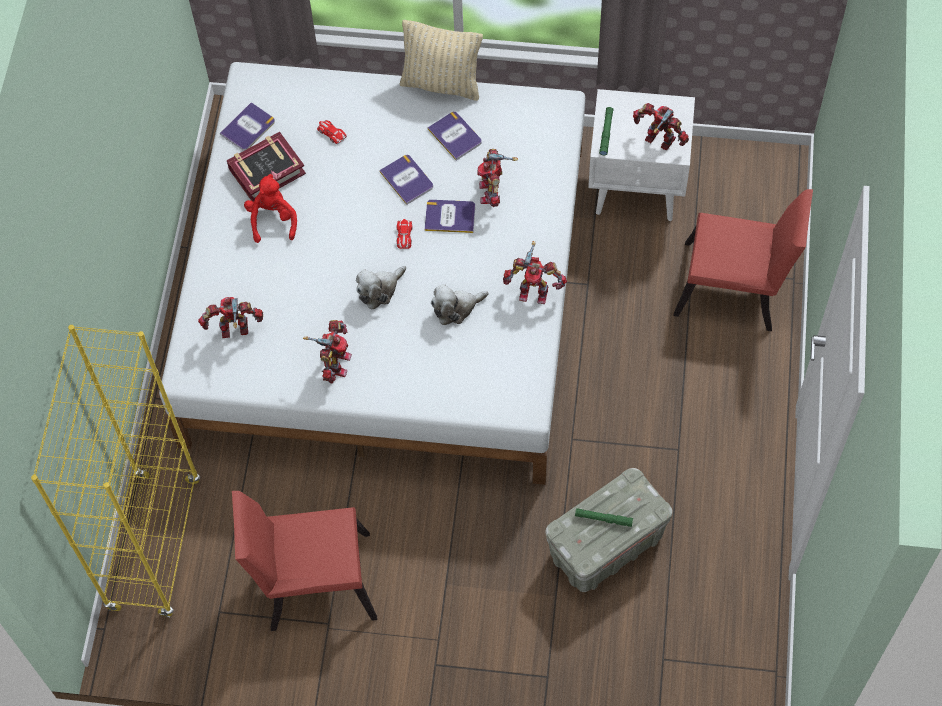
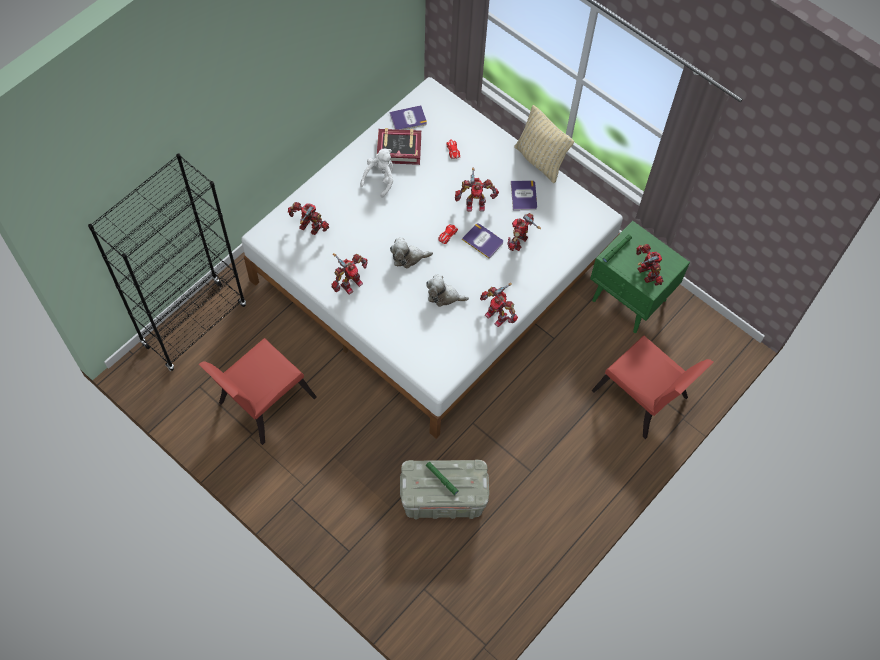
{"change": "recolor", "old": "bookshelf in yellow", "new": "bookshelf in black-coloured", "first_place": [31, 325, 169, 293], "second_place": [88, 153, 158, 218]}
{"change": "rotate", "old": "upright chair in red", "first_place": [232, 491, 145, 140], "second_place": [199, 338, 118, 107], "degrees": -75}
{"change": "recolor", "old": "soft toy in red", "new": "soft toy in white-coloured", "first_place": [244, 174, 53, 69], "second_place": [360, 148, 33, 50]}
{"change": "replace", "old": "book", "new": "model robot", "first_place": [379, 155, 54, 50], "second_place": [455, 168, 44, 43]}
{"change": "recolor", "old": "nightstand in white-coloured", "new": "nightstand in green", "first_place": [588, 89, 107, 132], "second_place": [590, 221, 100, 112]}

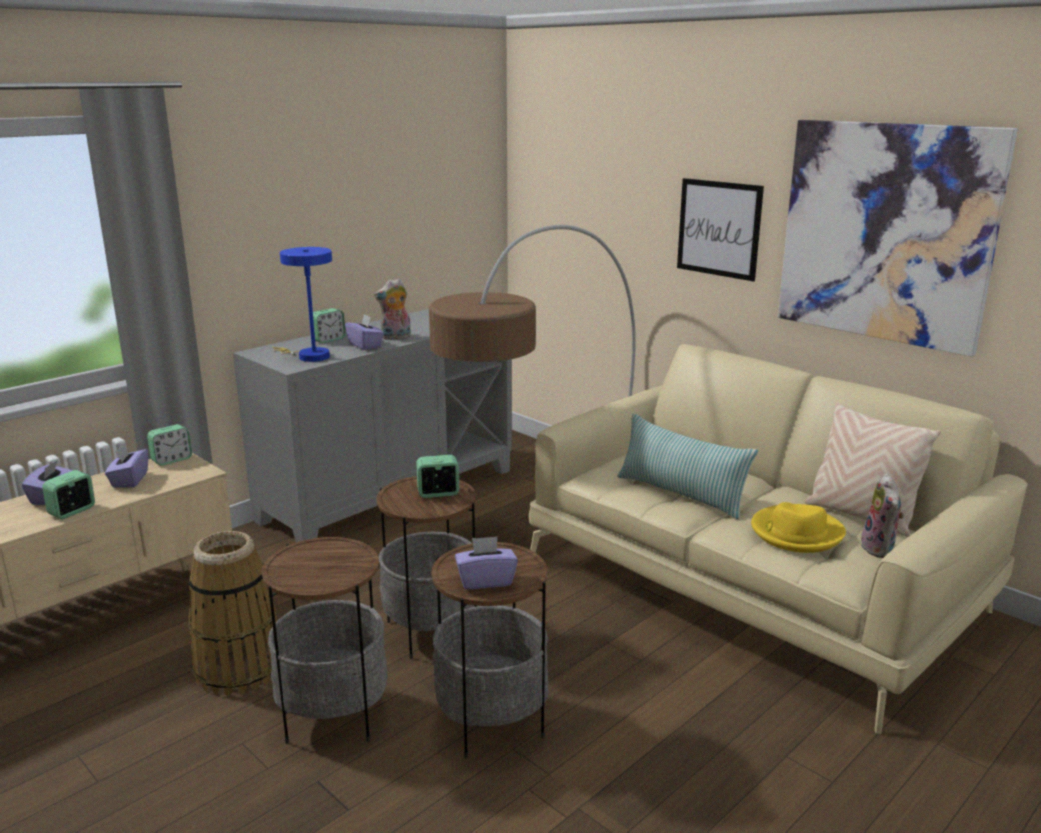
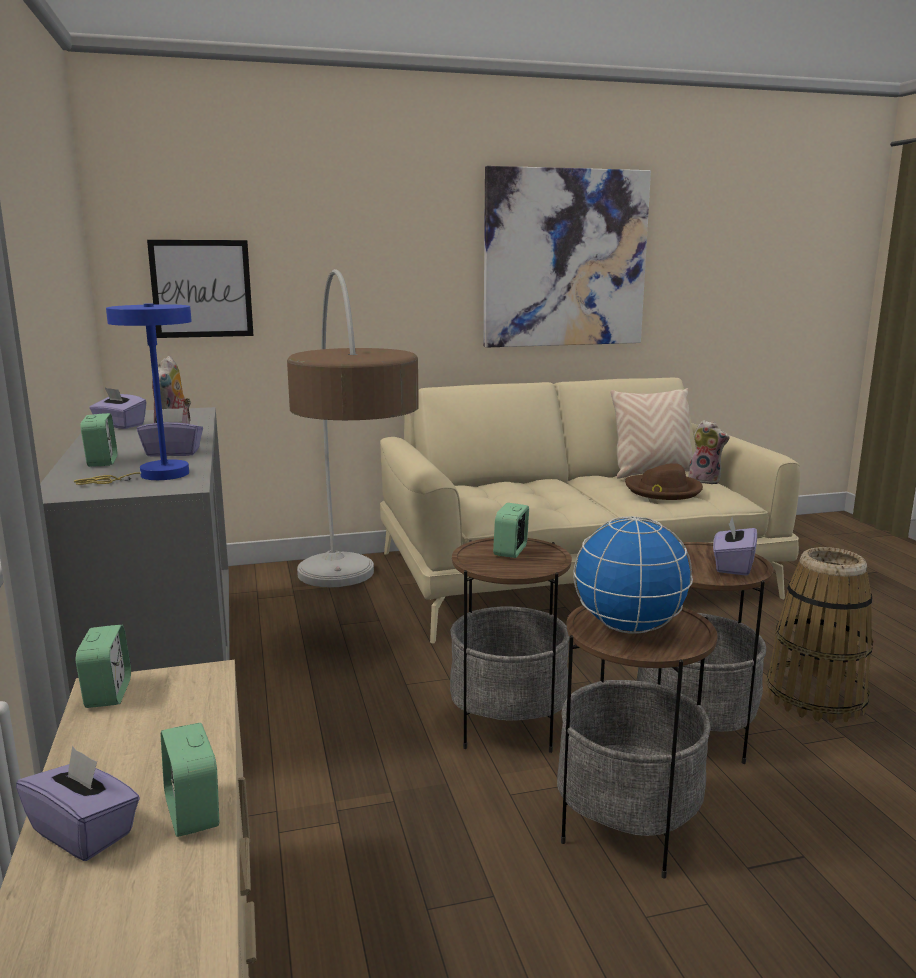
{"change": "move", "old": "tissue box in purple", "first_place": [105, 444, 43, 44], "second_place": [89, 387, 58, 42]}
{"change": "move", "old": "picture", "first_place": [677, 178, 87, 103], "second_place": [147, 240, 107, 98]}
{"change": "insert", "new": "world globe", "second_place": [573, 516, 120, 118]}
{"change": "recolor", "old": "hat in yellow", "new": "hat in brown", "first_place": [751, 502, 95, 51], "second_place": [625, 463, 78, 37]}
{"change": "move", "old": "basket", "first_place": [188, 531, 90, 164], "second_place": [766, 547, 107, 176]}
{"change": "delete", "old": "cushion", "first_place": [617, 414, 141, 106]}

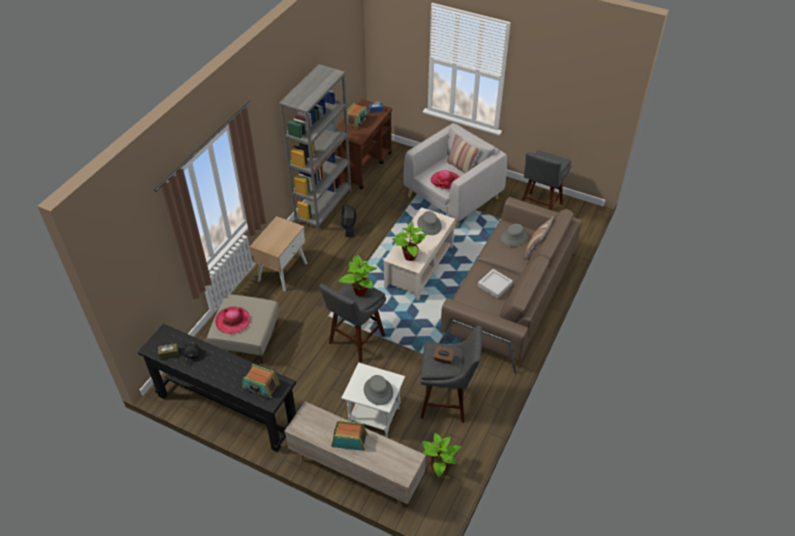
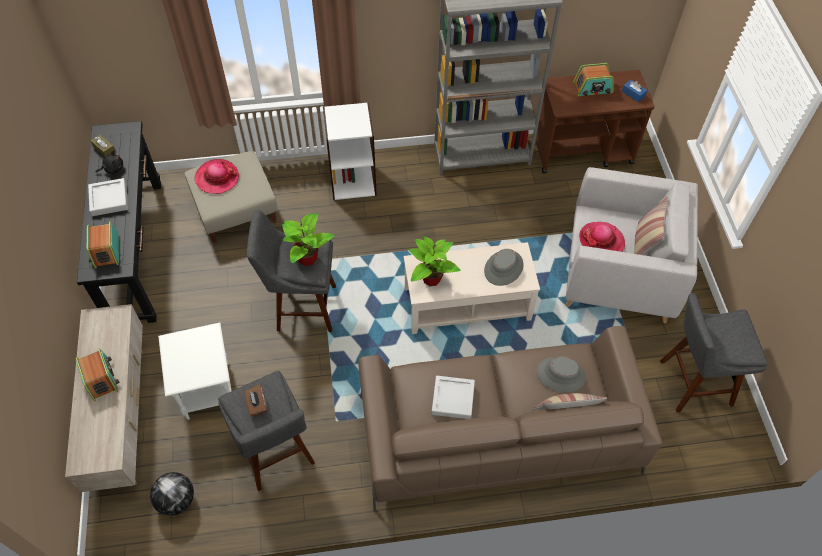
{"change": "insert", "new": "tray in gray", "second_place": [88, 178, 40, 38]}
{"change": "replace", "old": "potted plant", "new": "world globe", "first_place": [422, 433, 39, 44], "second_place": [150, 472, 44, 44]}
{"change": "replace", "old": "nightstand in beige-coloured", "new": "bookshelf in white-coloured", "first_place": [249, 216, 58, 76], "second_place": [323, 102, 54, 98]}
{"change": "delete", "old": "cooling fan in black-coloured", "first_place": [341, 205, 15, 32]}
{"change": "delete", "old": "hat in gray", "first_place": [364, 375, 29, 30]}

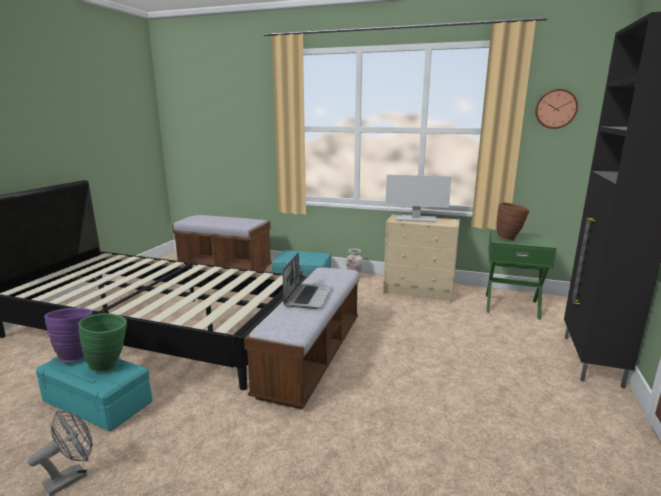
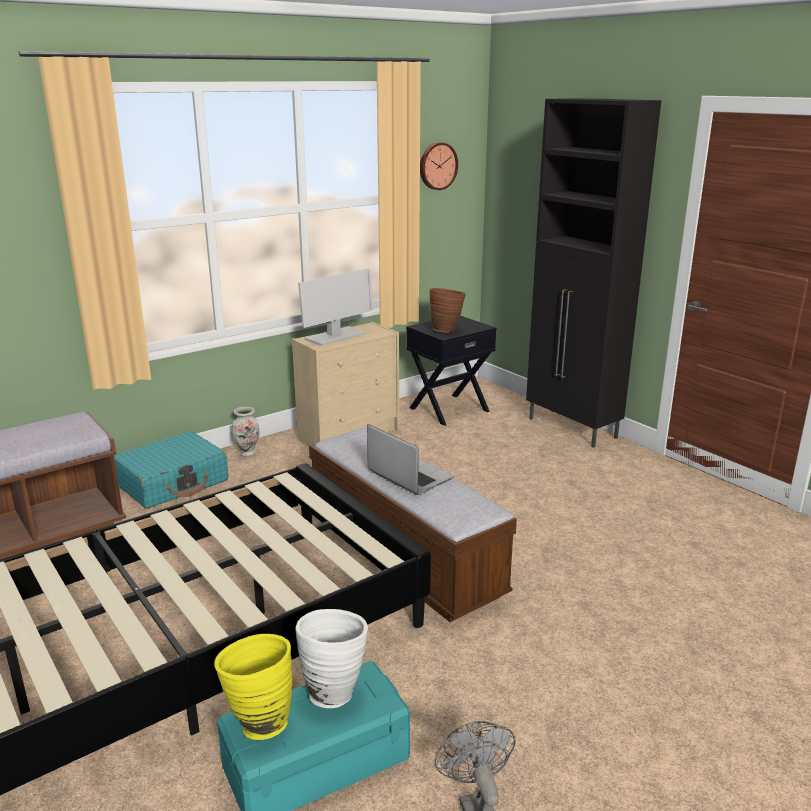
{"change": "recolor", "old": "decorative vase in purple", "new": "decorative vase in yellow", "first_place": [44, 308, 49, 54], "second_place": [214, 634, 79, 106]}
{"change": "recolor", "old": "decorative vase in green", "new": "decorative vase in white-coloured", "first_place": [79, 313, 48, 59], "second_place": [295, 609, 73, 99]}
{"change": "recolor", "old": "nightstand in green", "new": "nightstand in black-coloured", "first_place": [486, 230, 71, 90], "second_place": [406, 315, 90, 111]}

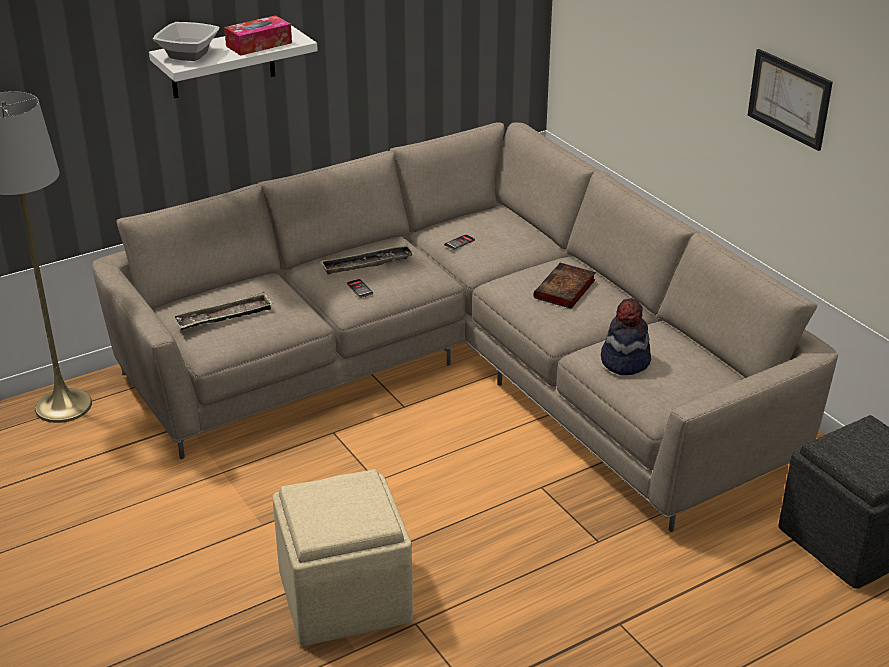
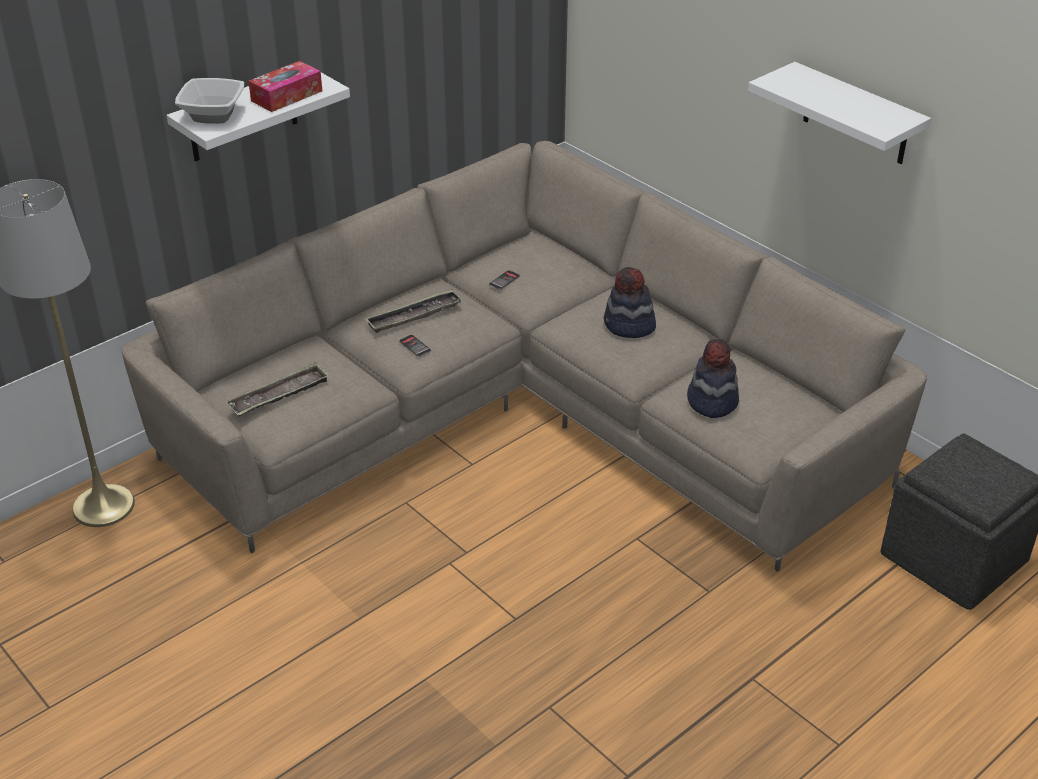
{"change": "replace", "old": "book", "new": "hat", "first_place": [534, 263, 62, 46], "second_place": [604, 267, 52, 71]}
{"change": "replace", "old": "picture", "new": "wall shelf in white-coloured", "first_place": [748, 49, 85, 102], "second_place": [748, 62, 183, 102]}
{"change": "delete", "old": "ottoman in beige-coloured", "first_place": [272, 469, 141, 177]}

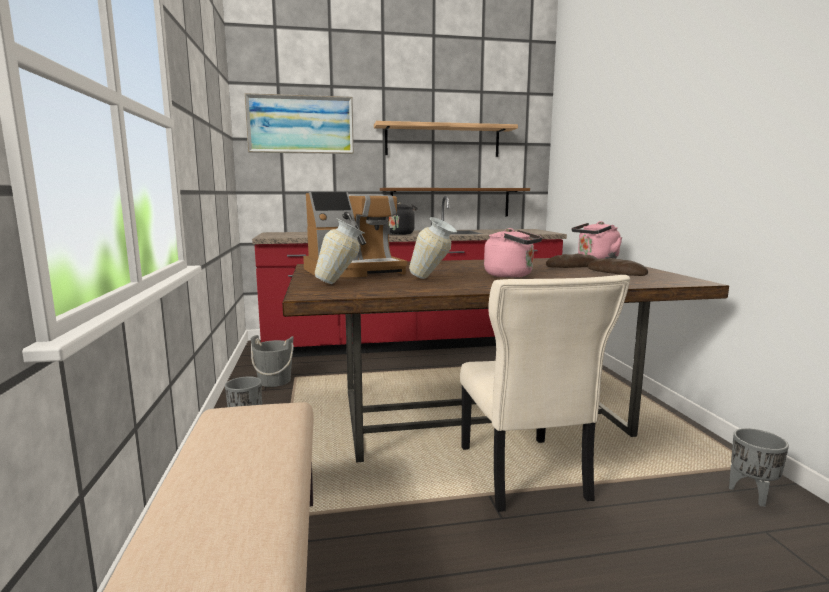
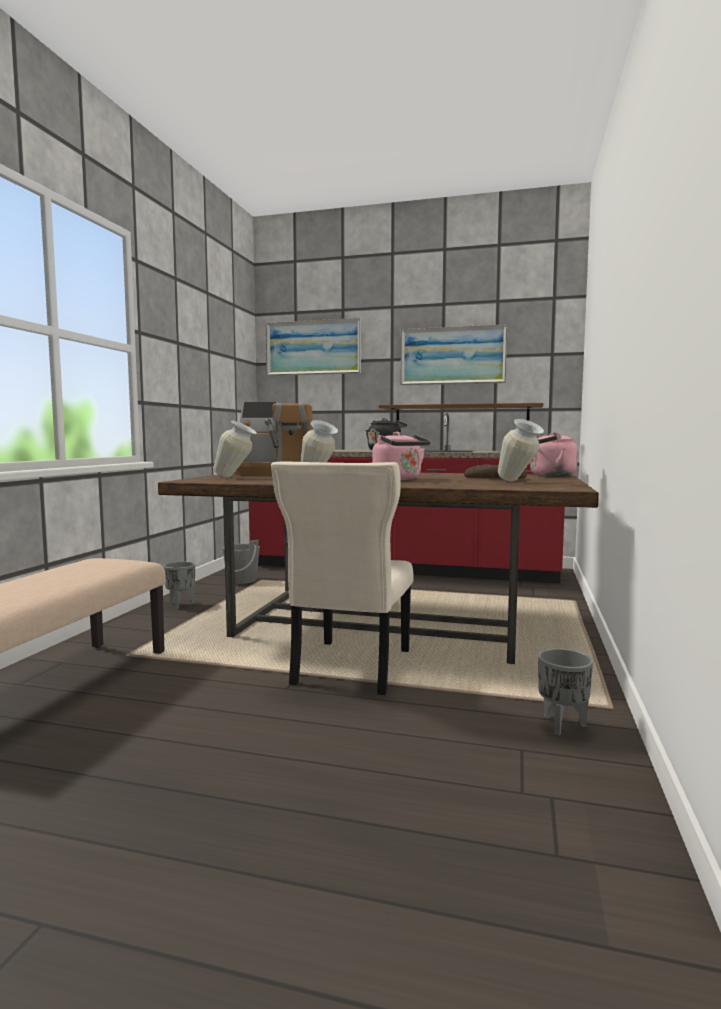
{"change": "replace", "old": "wall shelf", "new": "picture", "first_place": [374, 121, 144, 36], "second_place": [400, 324, 107, 61]}
{"change": "replace", "old": "bakery bread", "new": "decorative vase", "first_place": [588, 258, 60, 18], "second_place": [498, 419, 46, 63]}

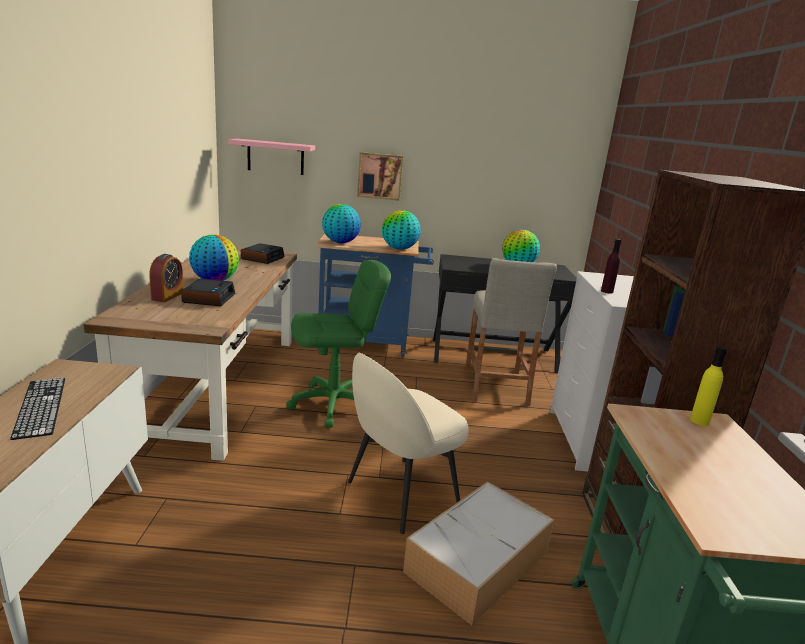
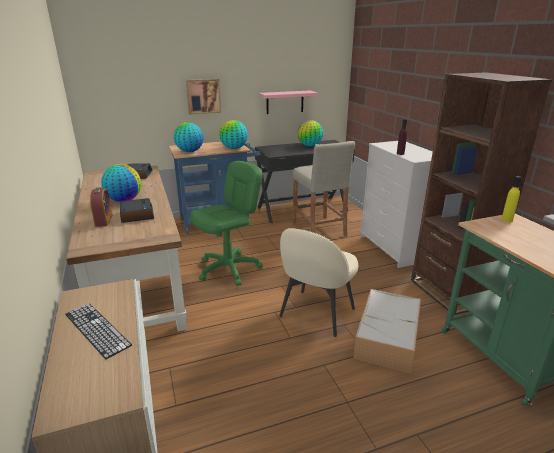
{"change": "move", "old": "wall shelf in pinkish", "first_place": [228, 138, 87, 37], "second_place": [259, 91, 59, 23]}

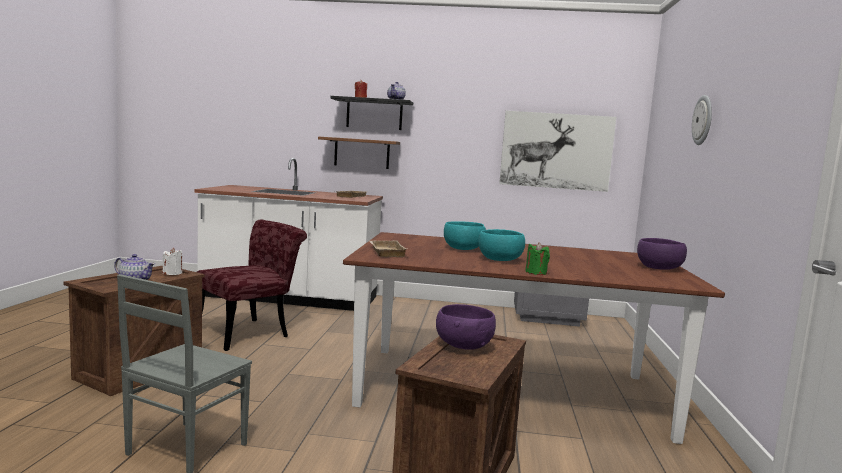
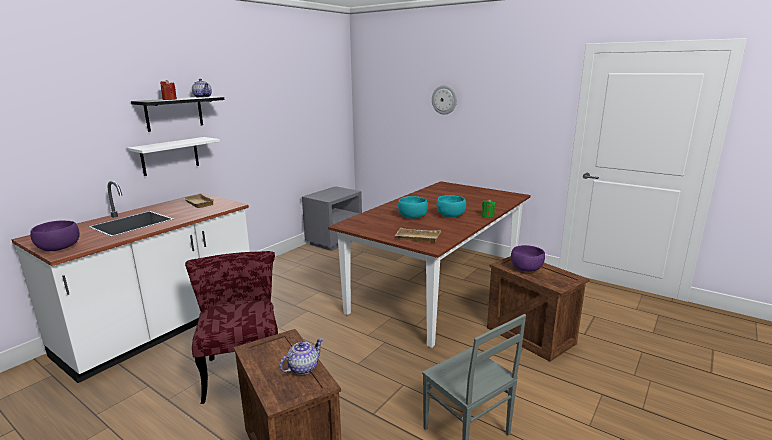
{"change": "move", "old": "deep dish in purple", "first_place": [637, 238, 50, 32], "second_place": [30, 220, 50, 31]}
{"change": "recolor", "old": "wall shelf in brown", "new": "wall shelf in white-coloured", "first_place": [318, 136, 82, 33], "second_place": [127, 137, 93, 39]}
{"change": "delete", "old": "wax candle in white-coloured", "first_place": [162, 248, 20, 27]}
{"change": "delete", "old": "picture", "first_place": [499, 111, 117, 81]}

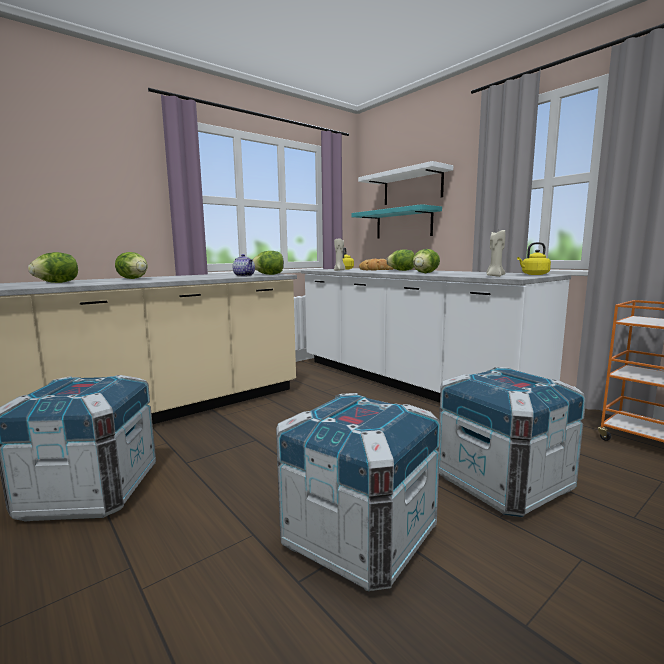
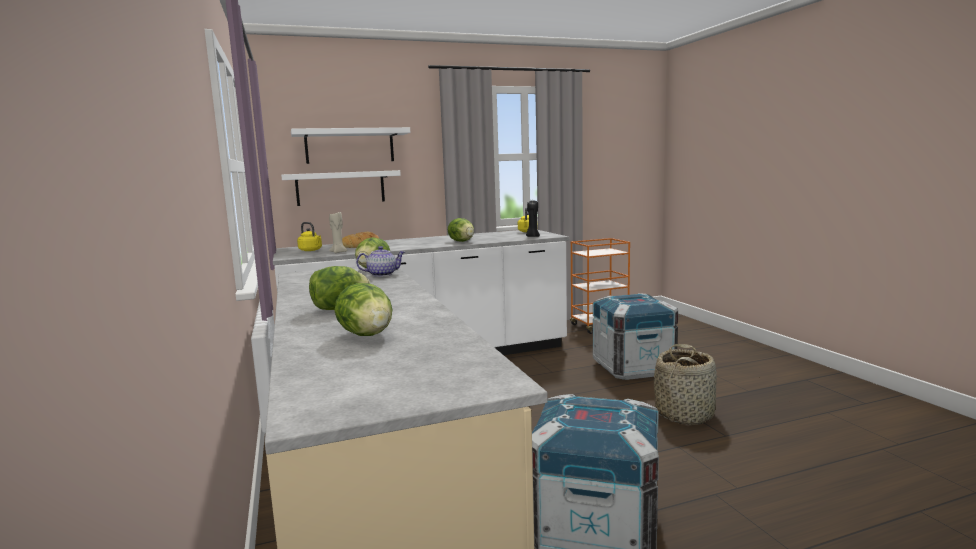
{"change": "recolor", "old": "wall shelf in turquoise-coloured", "new": "wall shelf in white-coloured", "first_place": [352, 204, 90, 35], "second_place": [281, 170, 120, 36]}
{"change": "recolor", "old": "wax candle in beige-coloured", "new": "wax candle in black-coloured", "first_place": [486, 230, 19, 47], "second_place": [526, 200, 14, 37]}
{"change": "replace", "old": "crate", "new": "basket", "first_place": [276, 393, 165, 198], "second_place": [654, 344, 63, 81]}
{"change": "delete", "old": "head of lettuce", "first_place": [386, 249, 29, 22]}

